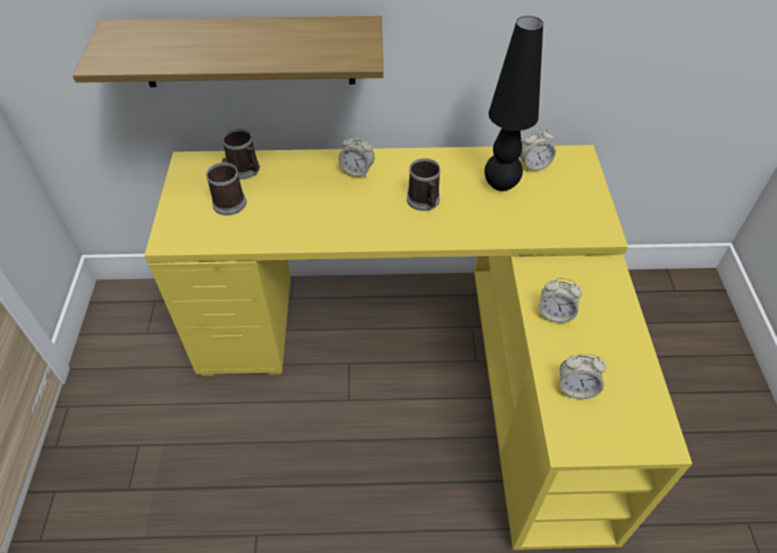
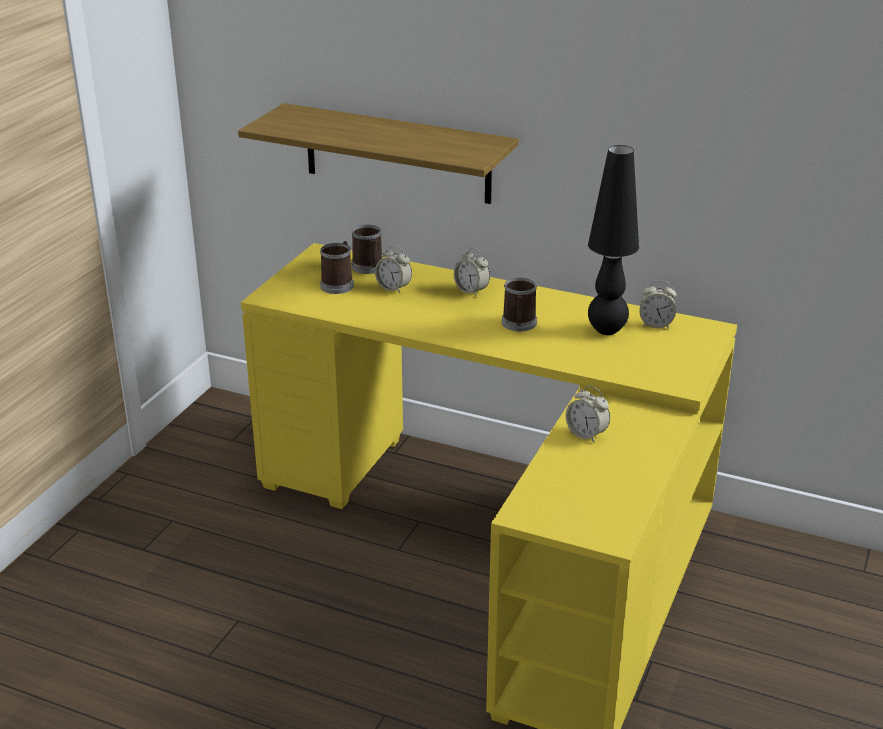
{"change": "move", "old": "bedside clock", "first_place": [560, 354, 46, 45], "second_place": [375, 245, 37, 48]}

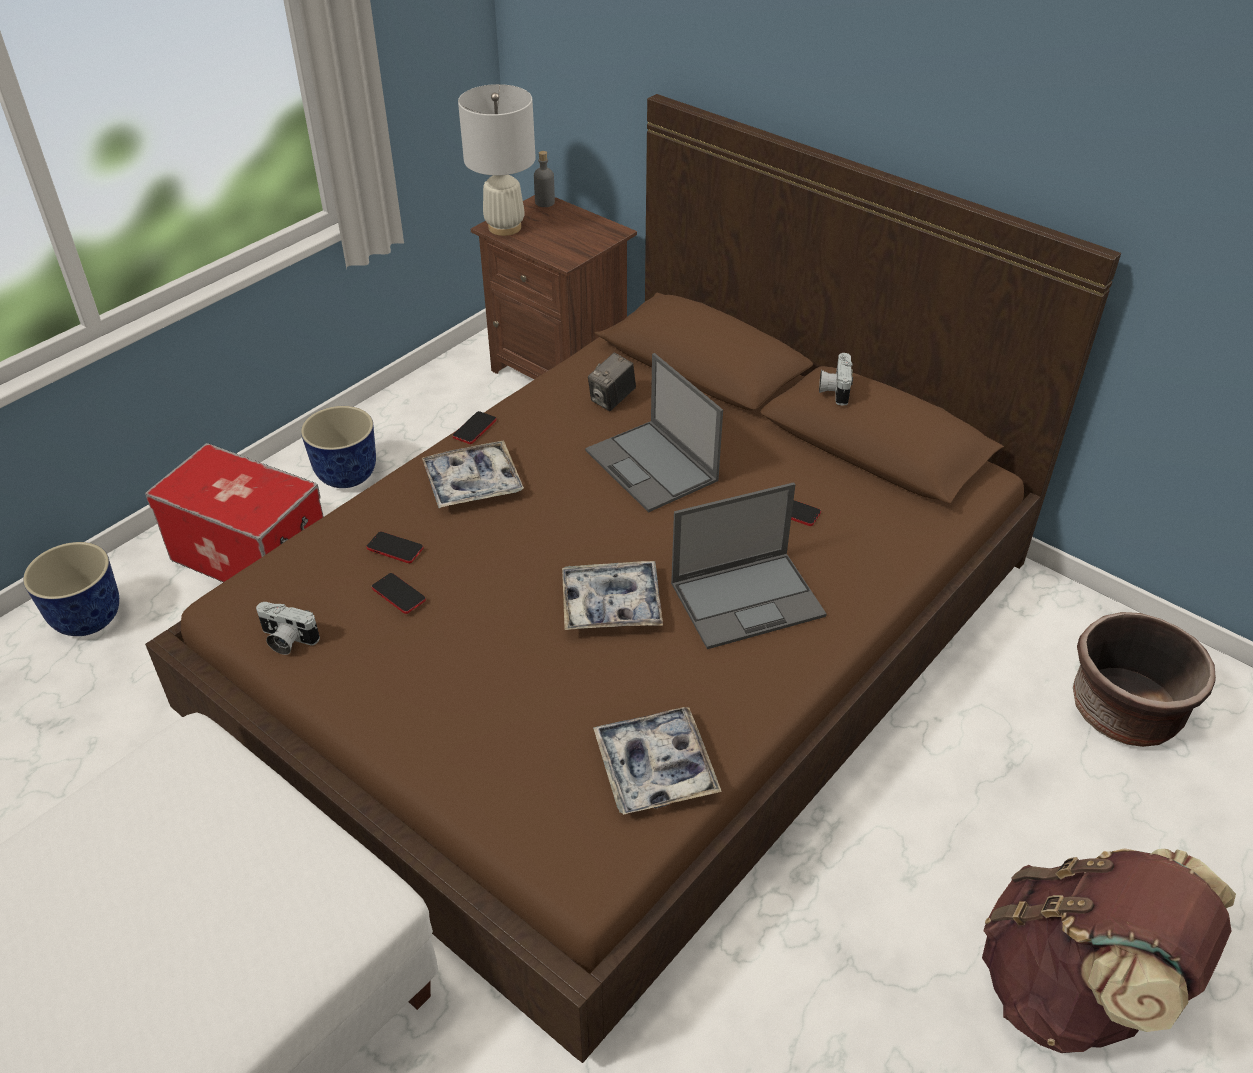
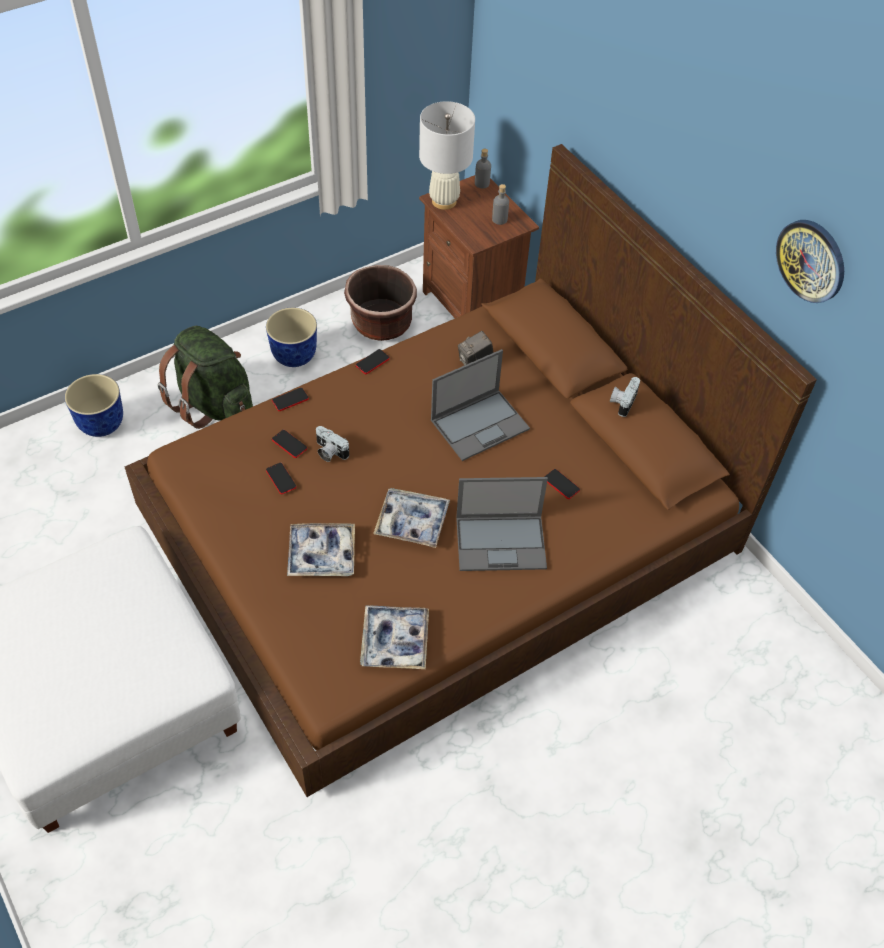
{"change": "replace", "old": "storage bin", "new": "rucksack in green", "first_place": [145, 443, 179, 139], "second_place": [158, 326, 95, 103]}
{"change": "insert", "new": "telephone", "second_place": [272, 388, 37, 23]}
{"change": "move", "old": "tray", "first_place": [422, 440, 102, 68], "second_place": [287, 523, 68, 53]}
{"change": "move", "old": "still camera", "first_place": [256, 602, 64, 53], "second_place": [316, 426, 33, 36]}
{"change": "move", "old": "flower pot in brown", "first_place": [1073, 612, 143, 135], "second_place": [344, 265, 73, 76]}
{"change": "rotate", "old": "laptop", "first_place": [585, 353, 138, 159], "second_place": [431, 349, 99, 112], "degrees": -105}
{"change": "insert", "new": "beverage bottle in gray", "second_place": [492, 184, 17, 41]}
{"change": "insert", "new": "clock on the wall", "second_place": [776, 220, 68, 83]}
{"change": "delete", "old": "rucksack in brown", "first_place": [982, 848, 254, 205]}

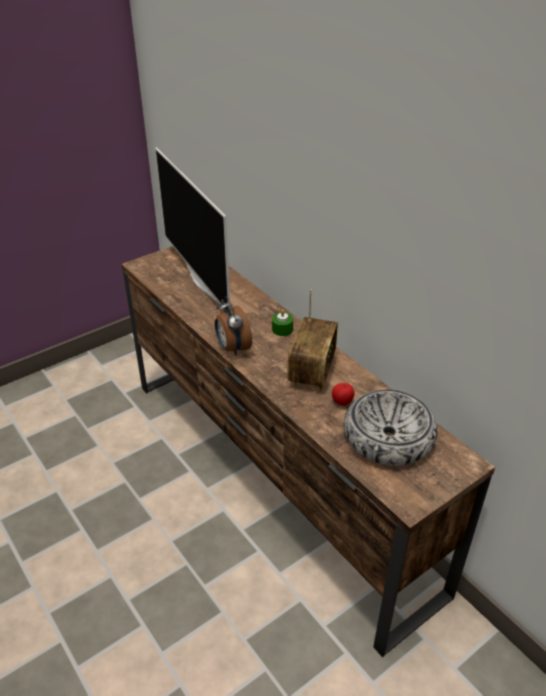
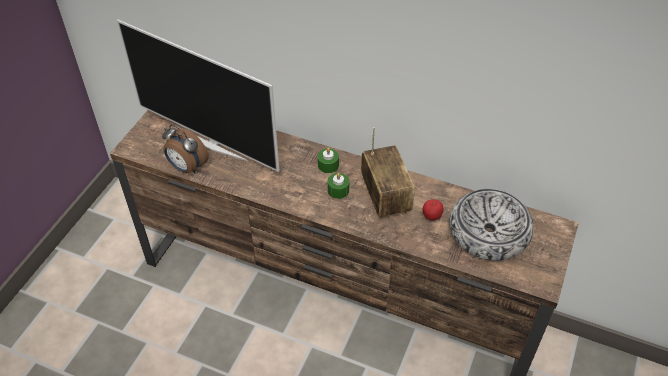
{"change": "move", "old": "bedside clock", "first_place": [215, 296, 37, 60], "second_place": [162, 125, 47, 49]}
{"change": "insert", "new": "wax candle in green", "second_place": [328, 173, 21, 26]}

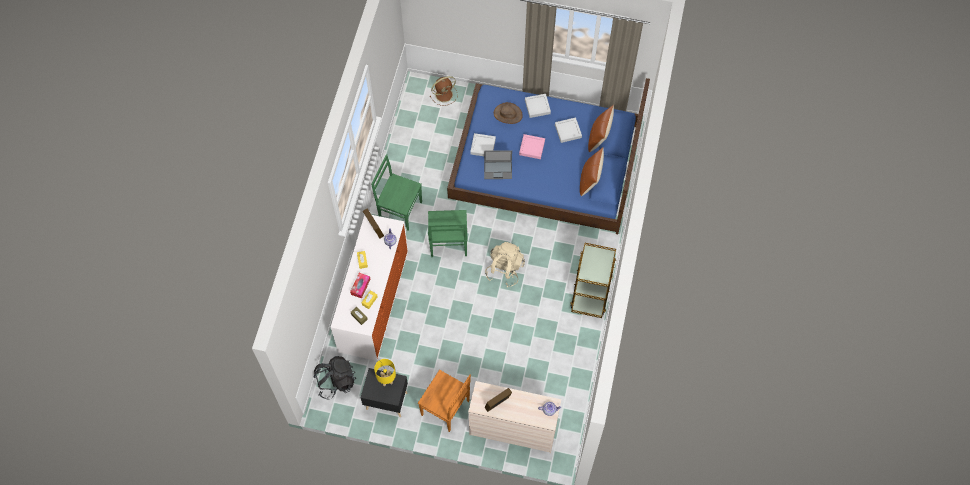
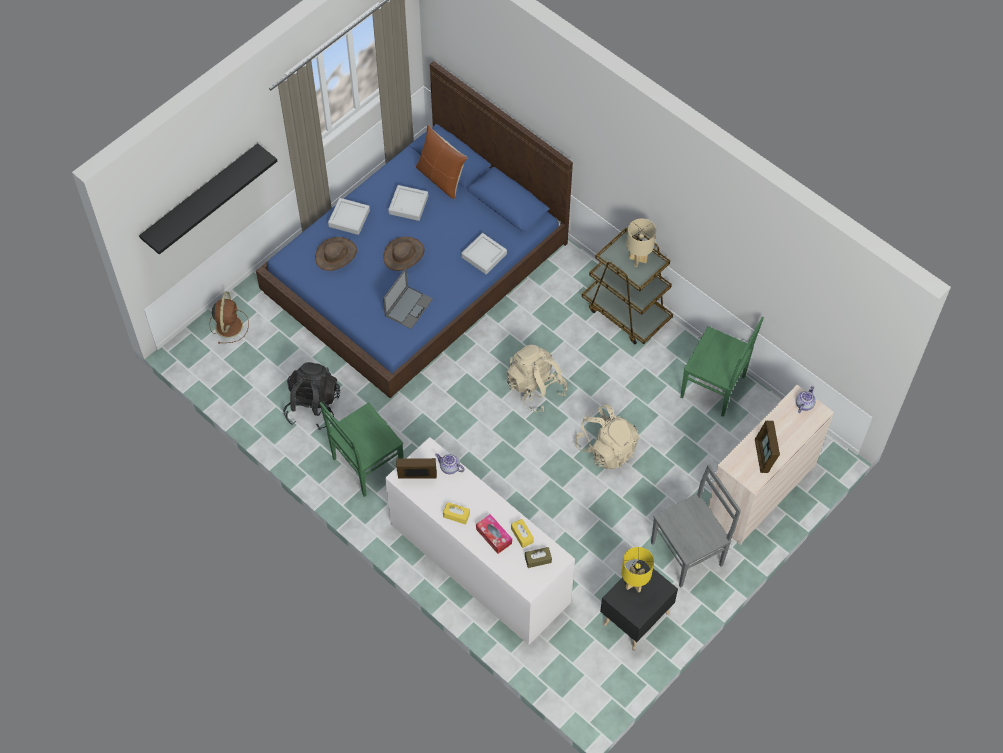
{"change": "insert", "new": "wall shelf in black-coloured", "second_place": [139, 143, 138, 112]}
{"change": "move", "old": "rucksack in black-coloured", "first_place": [313, 356, 43, 43], "second_place": [283, 362, 57, 68]}
{"change": "replace", "old": "tray in pinkish", "new": "hat in brown", "first_place": [519, 134, 26, 25], "second_place": [383, 237, 41, 34]}
{"change": "move", "old": "tray in gray", "first_place": [470, 133, 26, 23], "second_place": [461, 233, 46, 41]}
{"change": "insert", "new": "rucksack in beige-coloured", "second_place": [575, 405, 64, 64]}
{"change": "insert", "new": "lamp for a table in beige-coloured", "second_place": [626, 219, 30, 48]}
{"change": "recolor", "old": "upright chair in brown", "new": "upright chair in gray", "first_place": [418, 370, 53, 62], "second_place": [651, 465, 90, 123]}
{"change": "move", "old": "upright chair in green", "first_place": [428, 210, 40, 47], "second_place": [680, 317, 84, 100]}
{"change": "delete", "old": "cushion in brown", "first_place": [580, 147, 24, 49]}

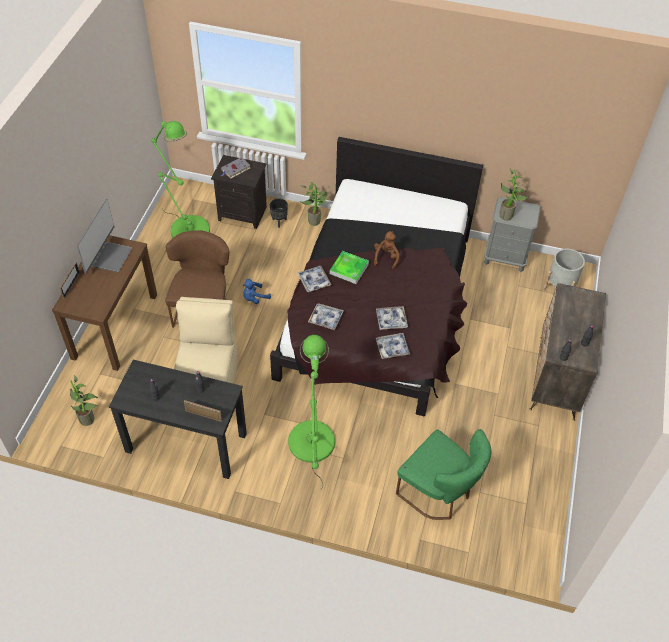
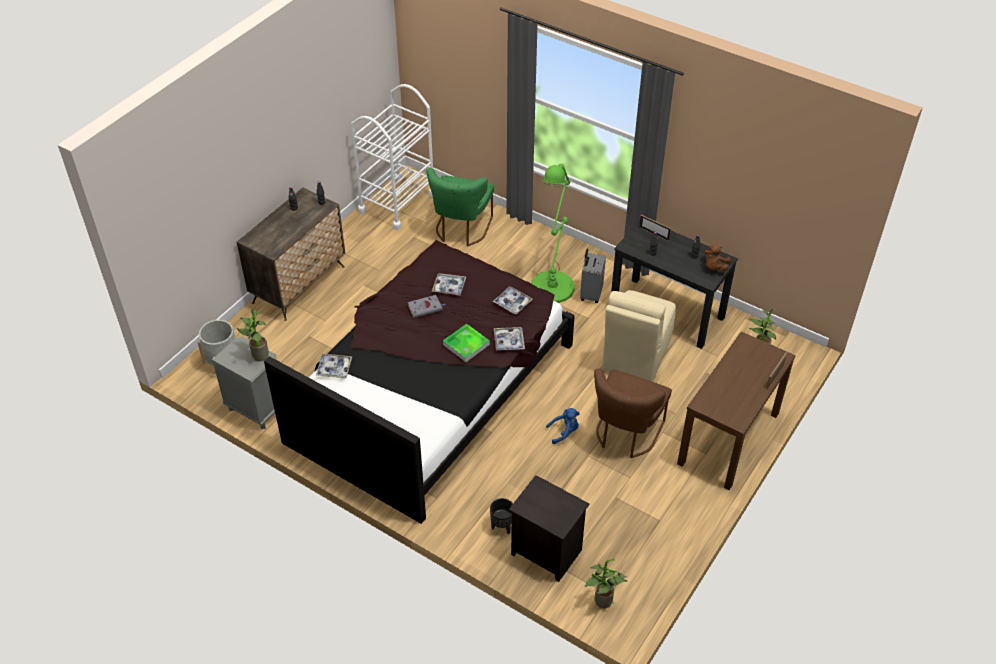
{"change": "move", "old": "tray", "first_place": [376, 333, 34, 26], "second_place": [316, 354, 36, 25]}
{"change": "insert", "new": "wheeled cart in white-coloured", "second_place": [351, 84, 82, 146]}
{"change": "move", "old": "book in gray", "first_place": [220, 157, 31, 22], "second_place": [408, 295, 37, 23]}
{"change": "rotate", "old": "upright chair in green", "first_place": [396, 429, 95, 91], "second_place": [426, 168, 68, 79], "degrees": -135}
{"change": "insert", "new": "travel case in gray", "second_place": [580, 249, 26, 54]}
{"change": "move", "old": "potted plant", "first_place": [300, 182, 27, 44], "second_place": [585, 559, 43, 49]}
{"change": "move", "old": "soft toy in brown", "first_place": [374, 231, 26, 38], "second_place": [704, 244, 27, 27]}
{"change": "delete", "old": "monitor", "first_place": [77, 199, 55, 75]}
{"change": "delete", "old": "floor lamp in green", "first_place": [151, 121, 59, 117]}

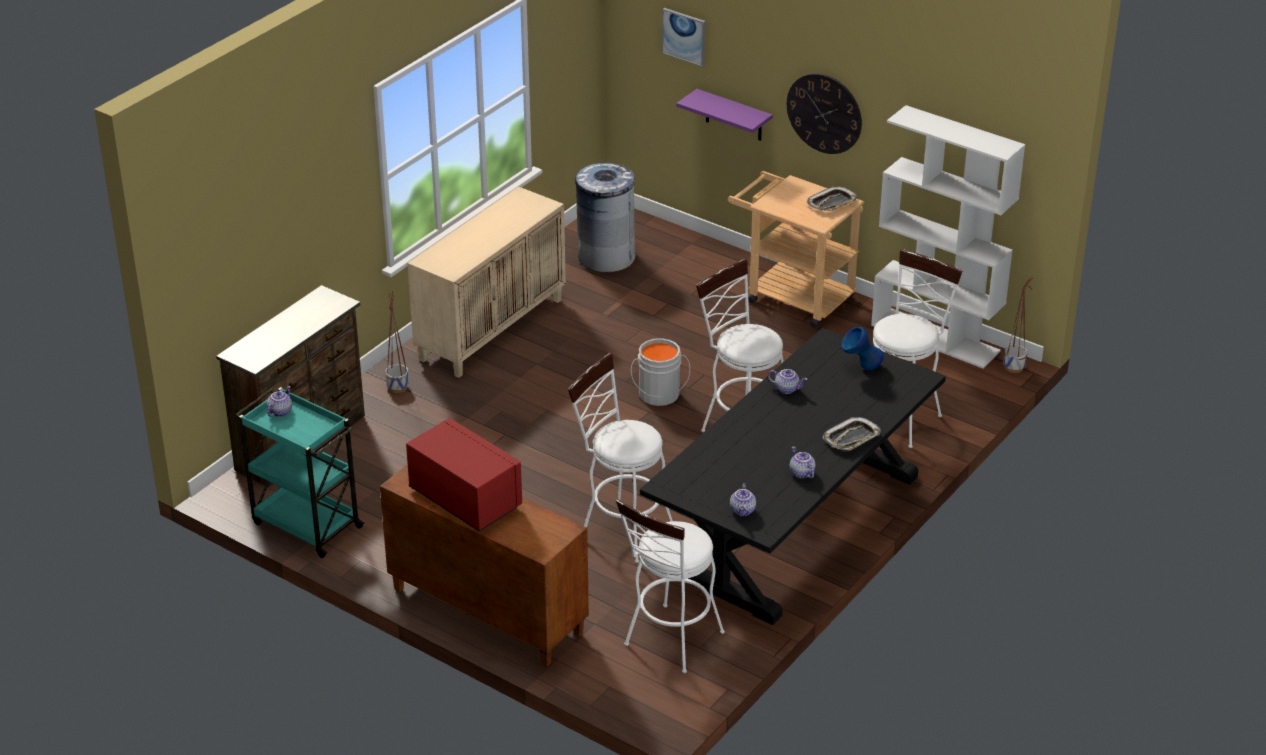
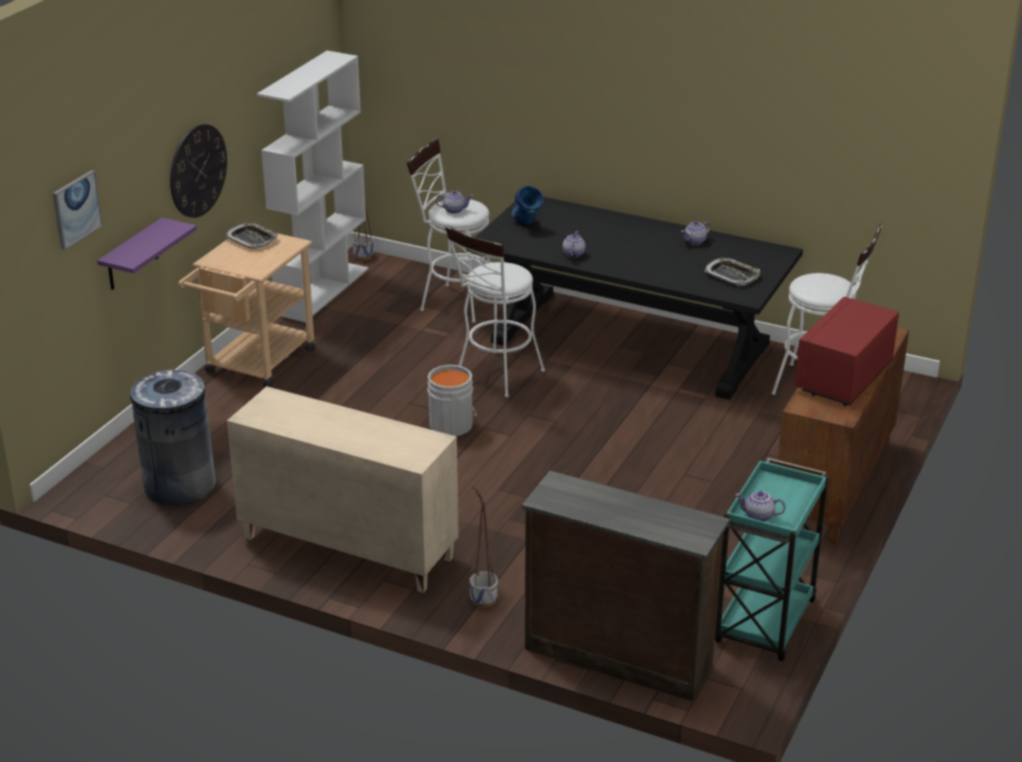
{"change": "move", "old": "teapot", "first_place": [730, 483, 26, 34], "second_place": [436, 190, 37, 24]}
{"change": "move", "old": "tray", "first_place": [822, 417, 59, 33], "second_place": [704, 258, 56, 28]}
{"change": "delete", "old": "sitting stool in white-coloured", "first_place": [568, 353, 105, 210]}

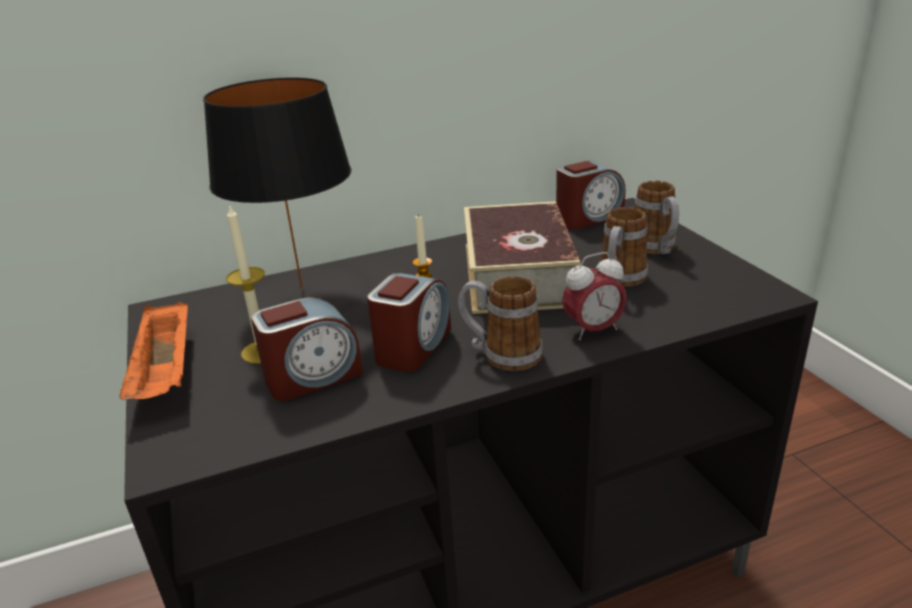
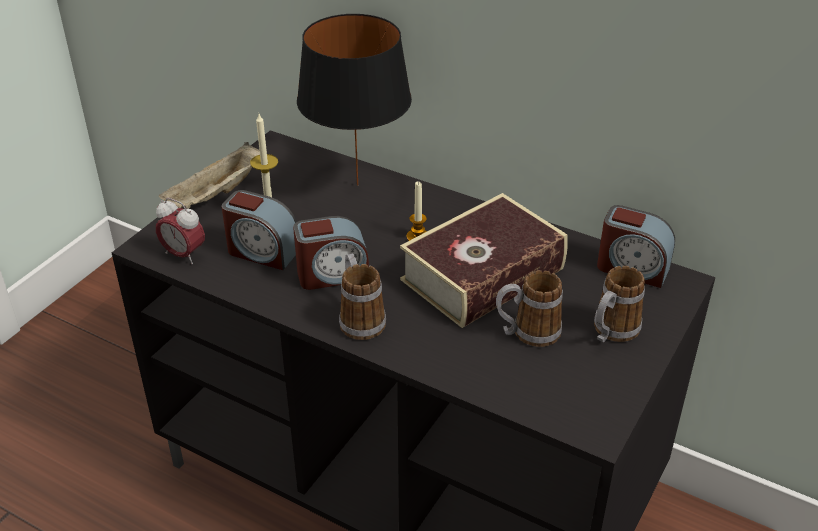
{"change": "move", "old": "bedside clock", "first_place": [562, 252, 65, 88], "second_place": [156, 198, 49, 66]}
{"change": "recolor", "old": "tray in orangey", "new": "tray in beige-coloured", "first_place": [119, 302, 69, 98], "second_place": [159, 142, 101, 67]}

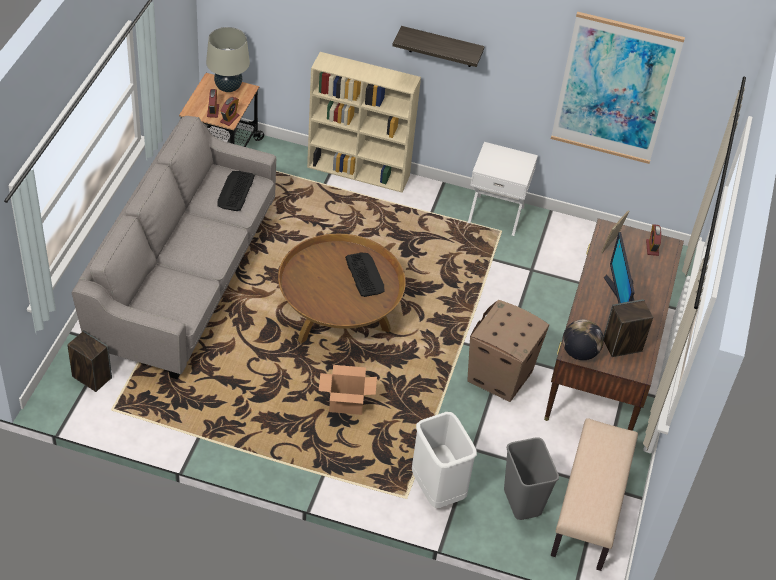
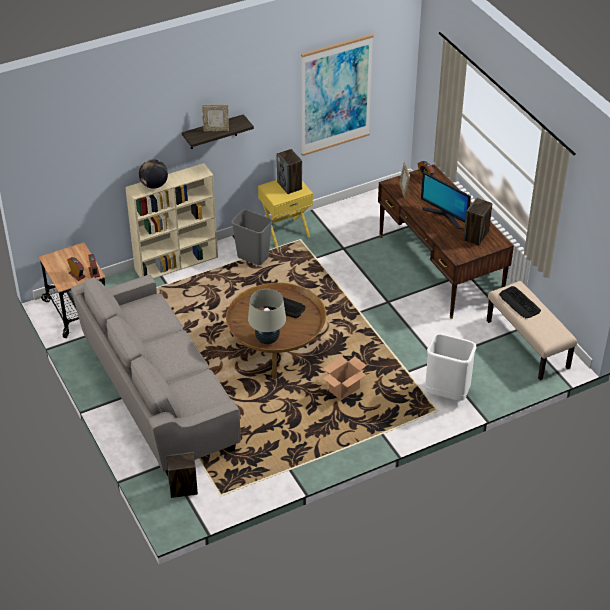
{"change": "move", "old": "world globe", "first_place": [562, 320, 42, 40], "second_place": [139, 159, 29, 30]}
{"change": "insert", "new": "standing frame", "second_place": [202, 105, 27, 26]}
{"change": "move", "old": "trash can in gray", "first_place": [504, 437, 55, 83], "second_place": [231, 209, 42, 56]}
{"change": "move", "old": "lamp for a table in beige-coloured", "first_place": [206, 27, 44, 65], "second_place": [248, 289, 38, 55]}
{"change": "recolor", "old": "nightstand in white-coloured", "new": "nightstand in yellow", "first_place": [468, 142, 70, 94], "second_place": [258, 180, 55, 68]}
{"change": "insert", "new": "audio speaker", "second_place": [277, 149, 25, 45]}
{"change": "move", "old": "PC keyboard", "first_place": [218, 171, 37, 40], "second_place": [499, 286, 42, 32]}
{"change": "delete", "old": "packing box", "first_place": [468, 300, 81, 102]}

